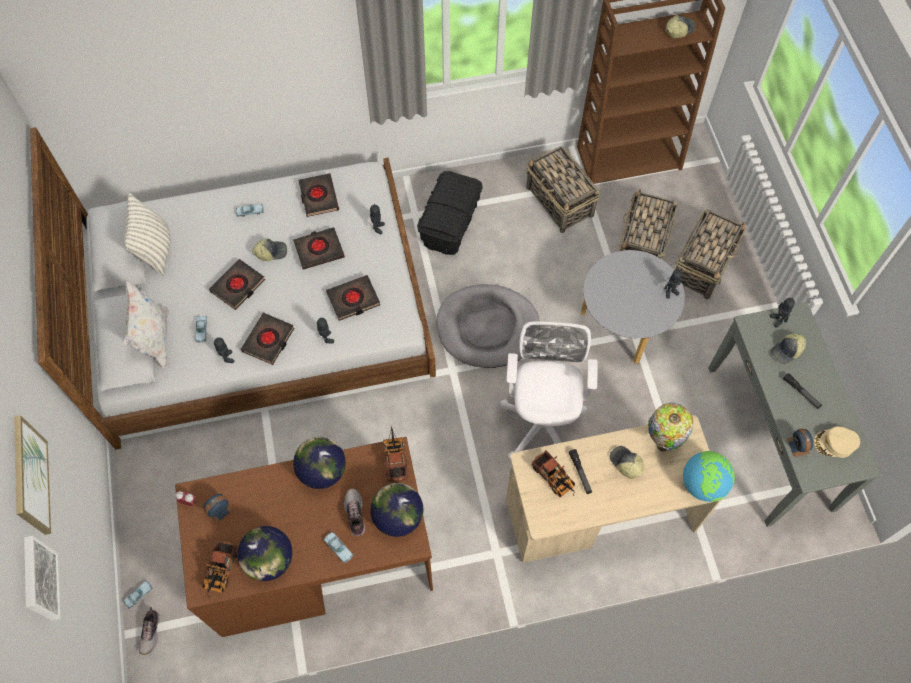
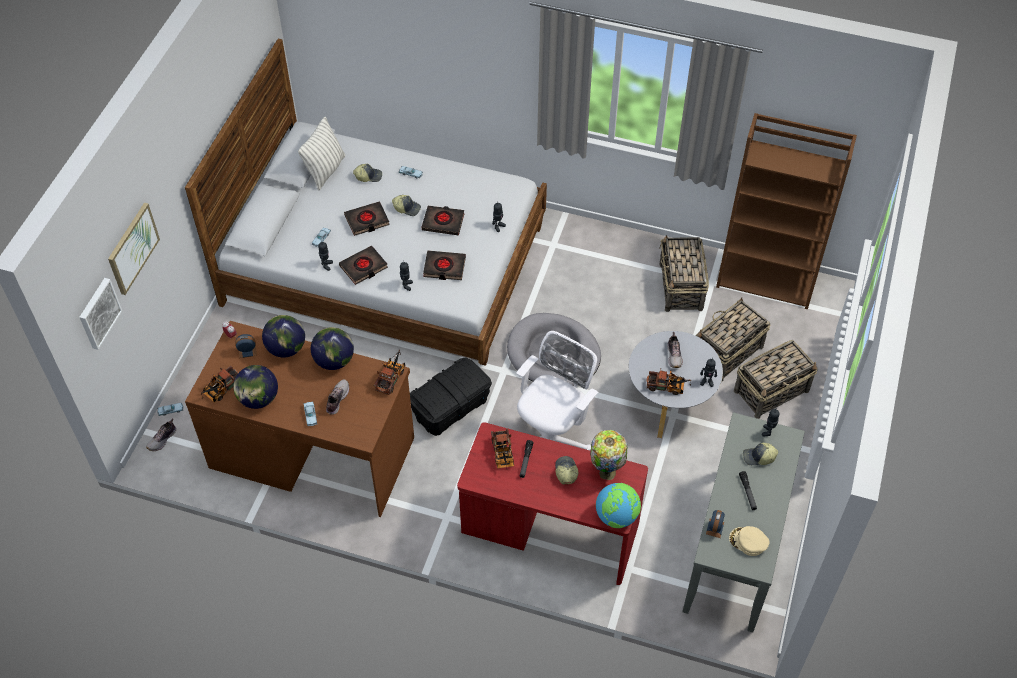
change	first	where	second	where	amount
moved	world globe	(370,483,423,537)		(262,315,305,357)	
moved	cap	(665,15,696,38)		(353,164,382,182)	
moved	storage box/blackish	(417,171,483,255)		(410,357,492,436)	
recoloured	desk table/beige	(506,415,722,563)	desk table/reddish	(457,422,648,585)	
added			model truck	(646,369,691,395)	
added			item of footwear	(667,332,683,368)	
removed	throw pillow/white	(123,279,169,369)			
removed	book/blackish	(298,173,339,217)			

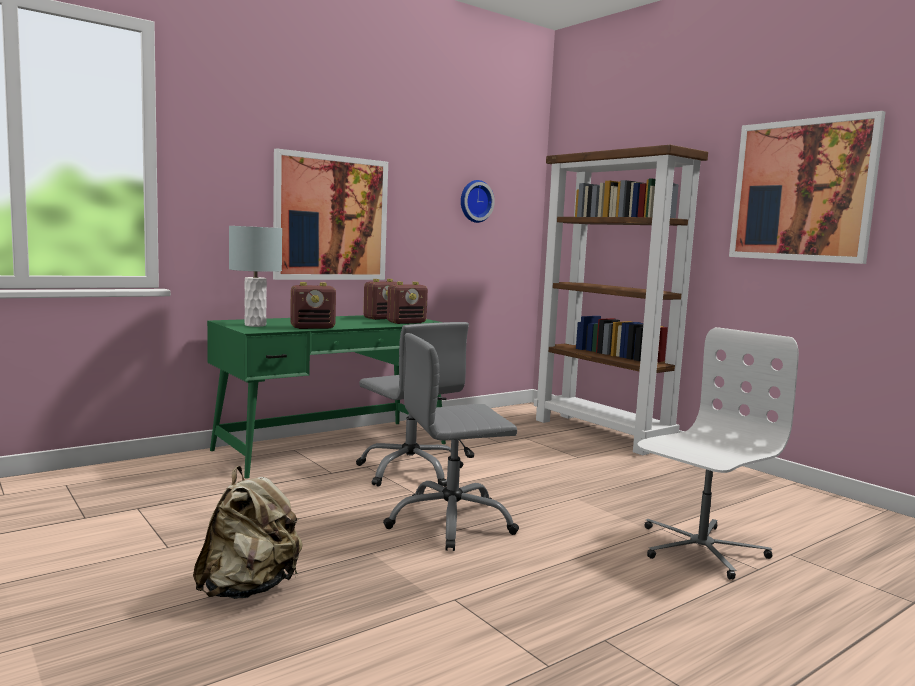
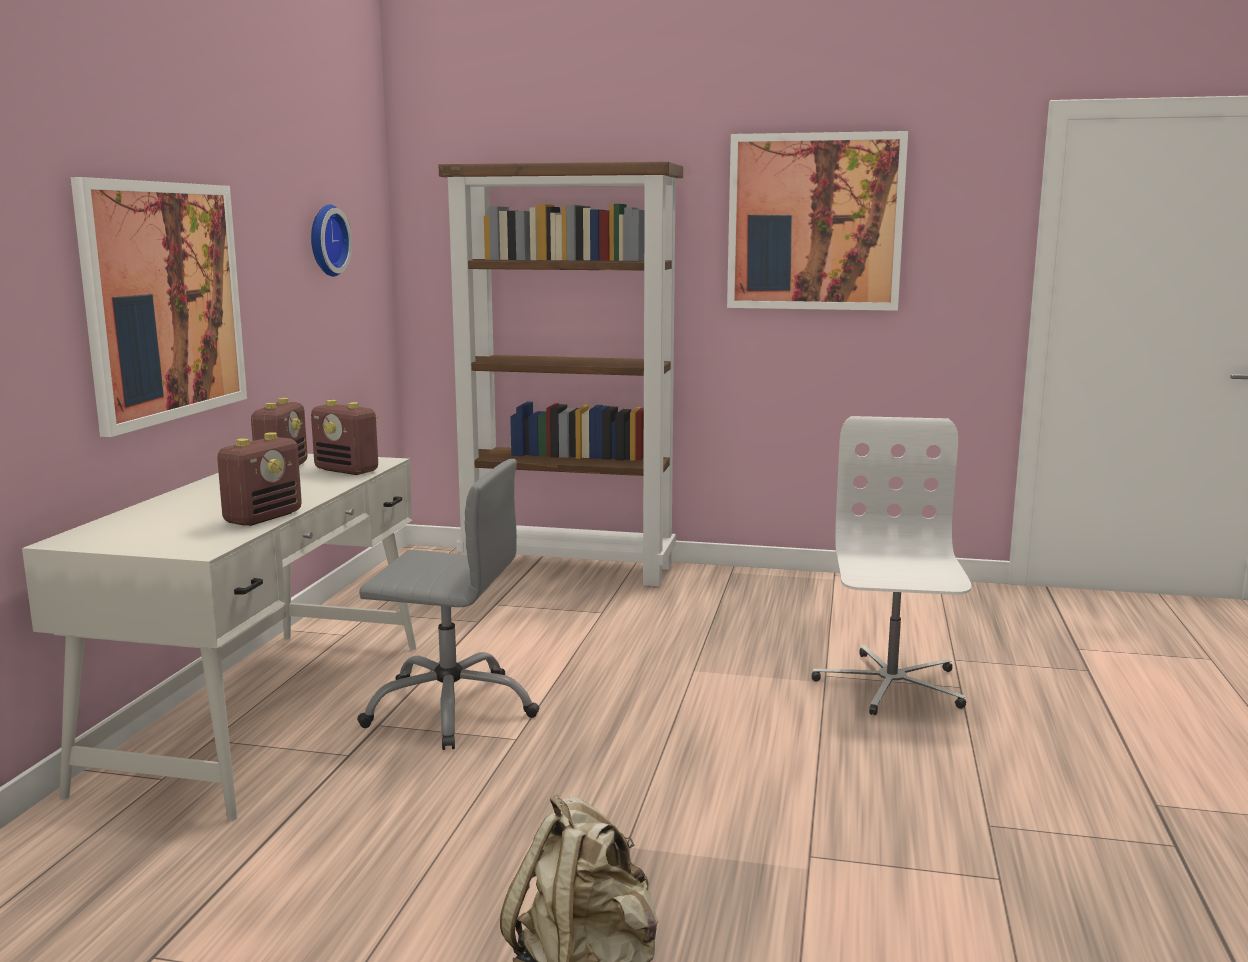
change	first	where	second	where	amount
recoloured	desk table/green-coloured	(207,315,446,479)	desk table/white	(22,454,416,821)	
turned	radio	(387,282,428,324)		(311,400,378,475)	105 degrees clockwise
removed	table lamp/grey	(229,226,282,327)			
removed	office chair/grey	(383,333,519,551)			

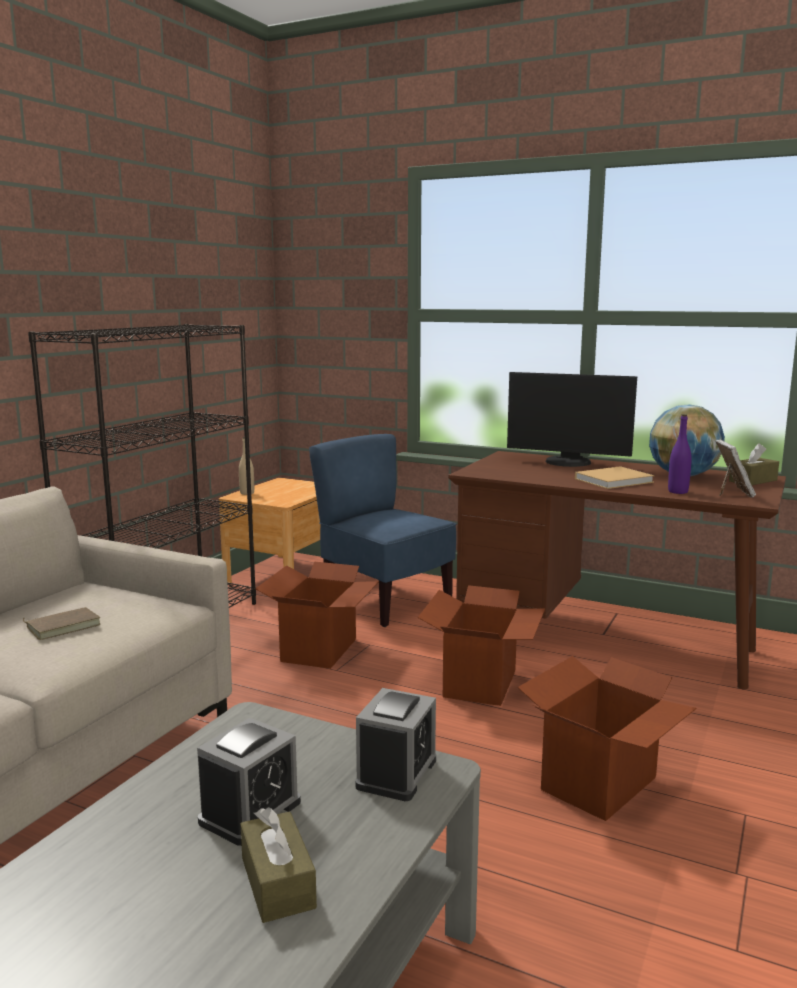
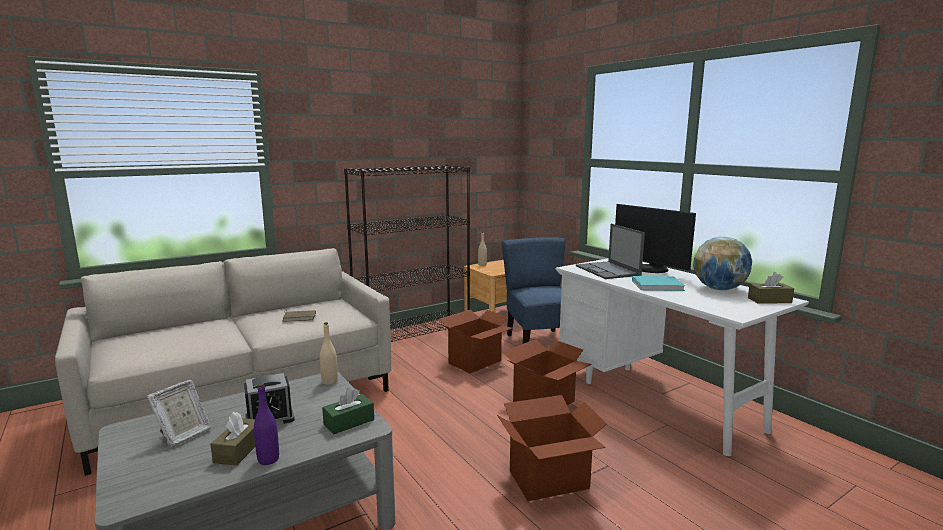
change	first	where	second	where	amount
moved	picture frame	(715,439,756,497)		(147,380,211,447)	
moved	drink bottle/purple	(668,414,692,494)		(254,383,279,465)	
added			drink bottle/beige	(320,322,338,385)	
replaced	table clock	(355,688,436,801)	box of tissues/green-coloured	(322,388,374,435)	
recoloured	desk table/brown	(448,451,786,689)	desk table/white	(556,258,809,456)	
added			notebook computer	(576,224,645,279)	
recoloured	book/beige	(575,466,655,489)	book/blue-green	(632,276,685,291)	

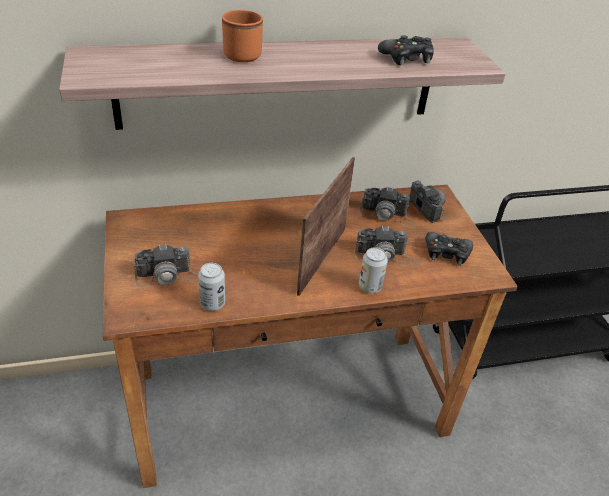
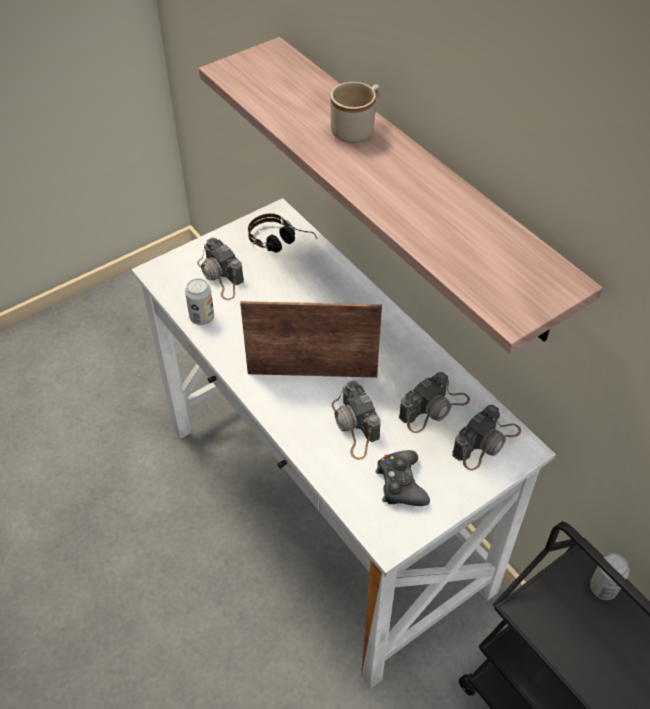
change	first	where	second	where	amount
recoloured	desk table/brown	(103,185,518,488)	desk table/white	(131,198,556,689)	
added			pair of headphones	(248,213,317,253)	
recoloured	tea mug/orange-coloured	(222,10,263,62)	tea mug/beige	(330,82,380,143)	
turned	still camera	(359,186,416,228)		(399,372,470,433)	120 degrees counterclockwise
moved	sealed can	(359,247,388,293)		(590,554,629,600)	
removed	gamepad/blackish	(378,35,434,65)			

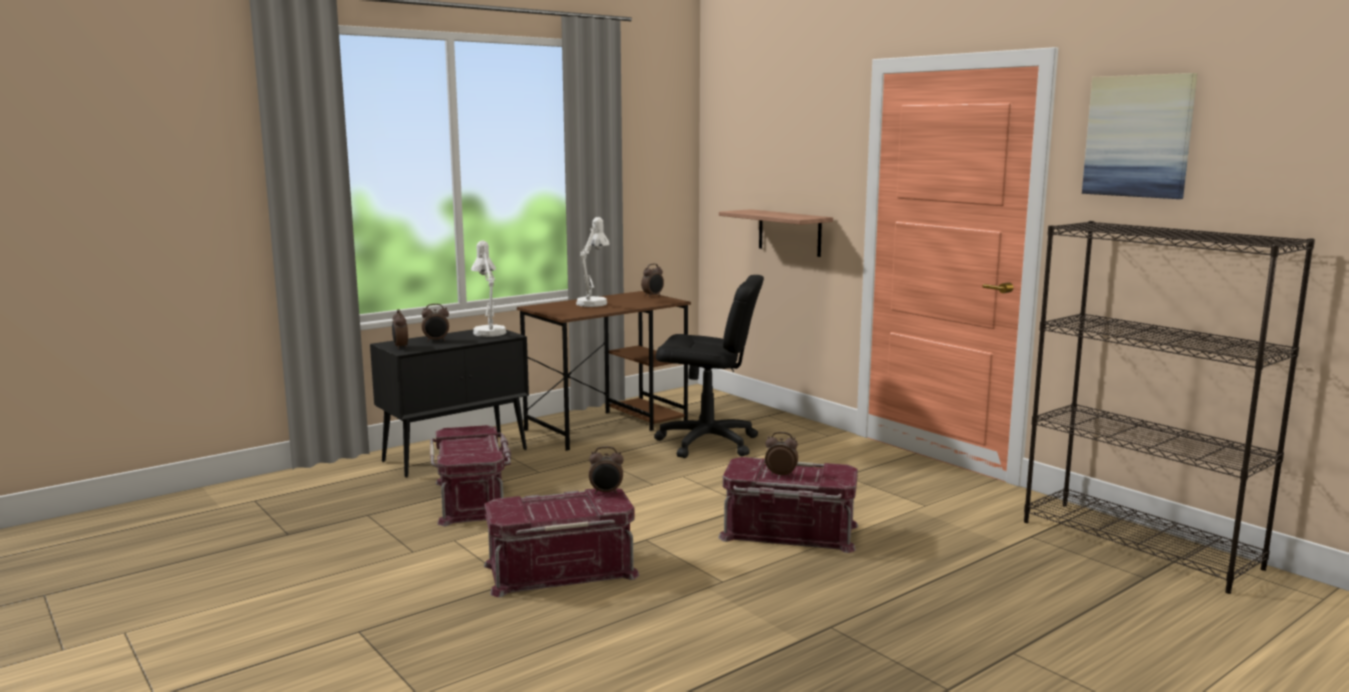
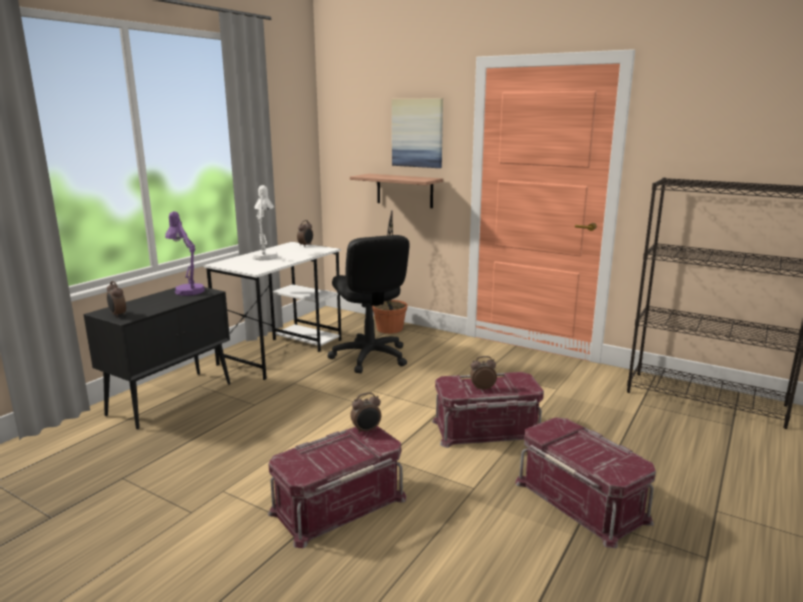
change	first	where	second	where	amount
recoloured	table lamp/white	(471,240,506,337)	table lamp/purple	(165,211,205,296)	
recoloured	desk table/brown	(517,291,691,451)	desk table/white	(203,242,341,380)	
turned	office chair/blackish	(654,275,764,458)		(328,235,410,373)	75 degrees clockwise
added			houseplant	(372,210,408,334)	
moved	wall picture	(1082,73,1197,199)		(392,98,443,168)	
moved	storage box/reddish	(430,425,511,526)		(516,417,656,548)	
removed	table clock	(422,304,449,342)			

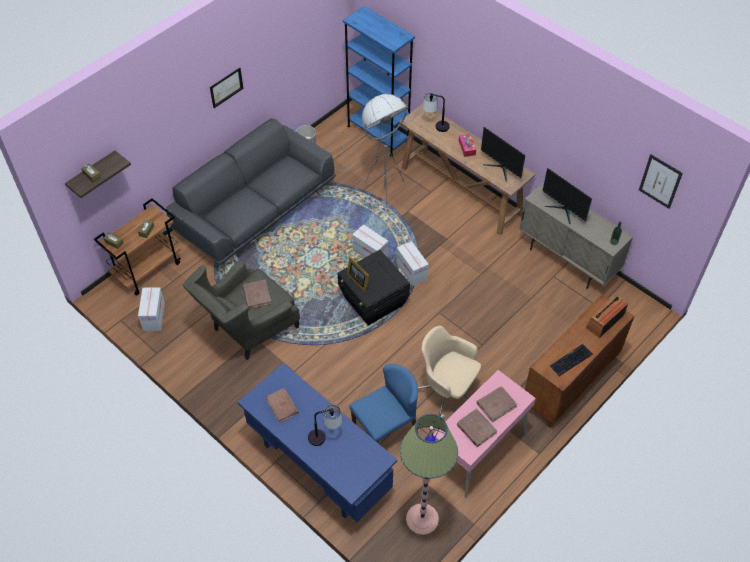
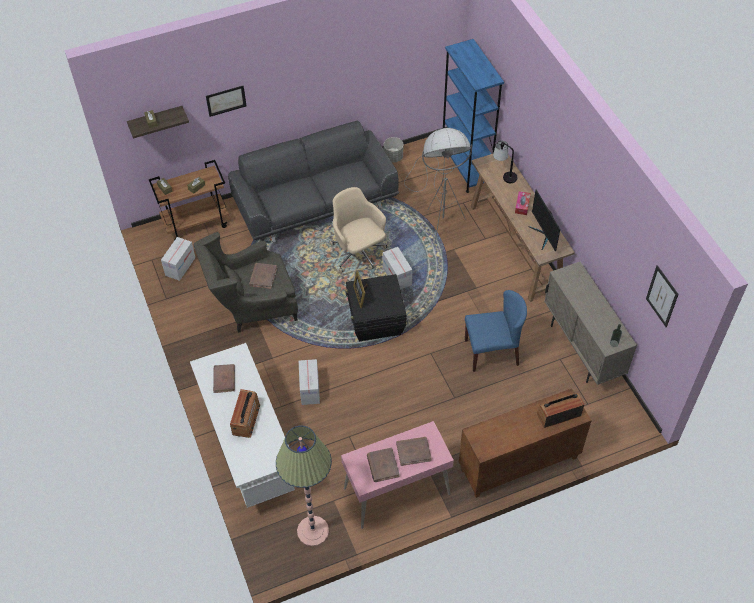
change	first	where	second	where	amount
recoloured	desk table/blue	(238,363,397,522)	desk table/white	(190,343,295,508)	
moved	wall picture	(210,68,243,108)		(206,86,247,117)	
replaced	table lamp	(308,405,342,446)	radio	(230,389,260,438)	
moved	cardboard box	(396,241,429,286)		(299,359,320,405)	
moved	office chair/beige	(418,326,481,419)		(329,187,388,273)	
moved	upright chair/blue	(349,364,418,444)		(465,290,527,372)	
removed	computer display	(542,168,592,225)			
removed	keyboard	(550,344,593,376)			

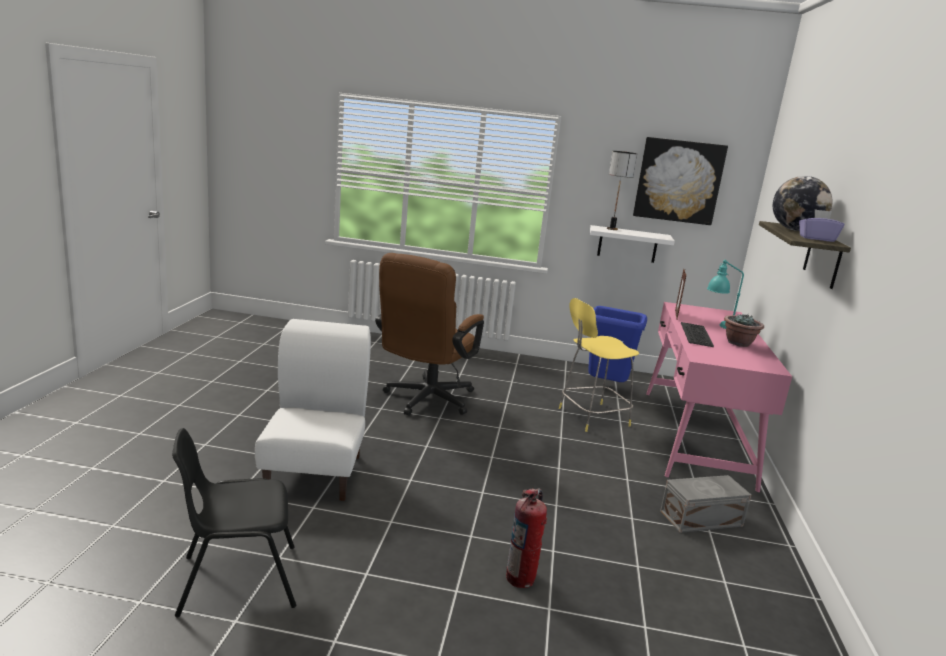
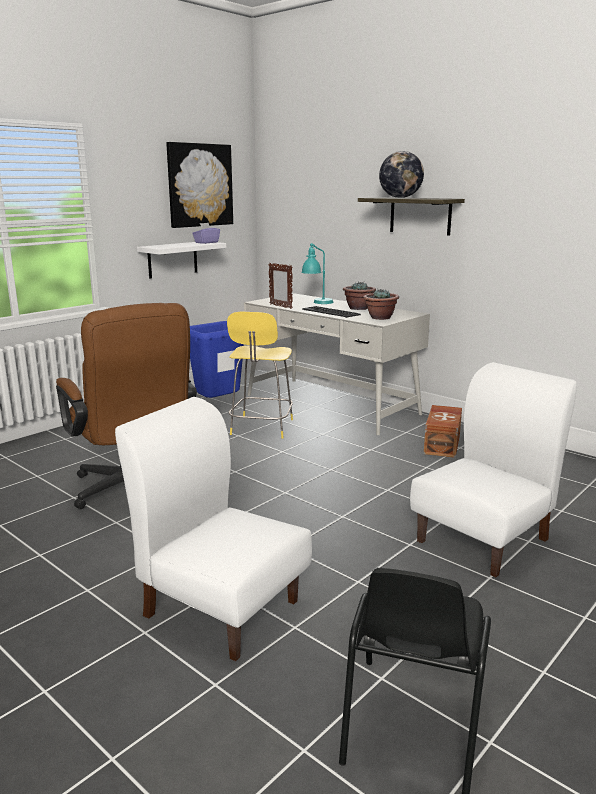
change	first	where	second	where	amount
moved	box of tissues/purple	(799,209,845,242)		(192,223,220,244)	
recoloured	desk table/pink-coloured	(646,302,792,492)	desk table/white	(244,293,430,435)	
added			houseplant	(363,289,399,320)	
replaced	fire-fighting cylinder	(506,488,547,588)	upright chair/white	(410,362,577,577)	
recoloured	storage box/grey	(660,475,751,533)	storage box/brown	(424,405,462,458)	
removed	table lamp	(607,151,637,230)			

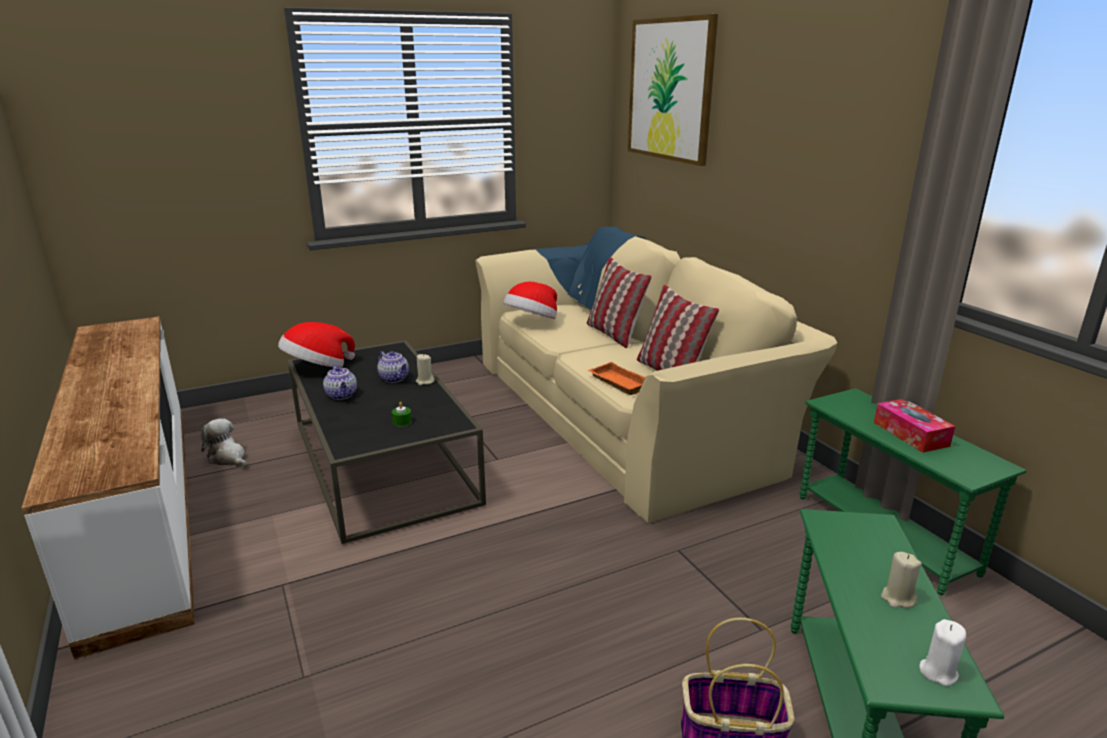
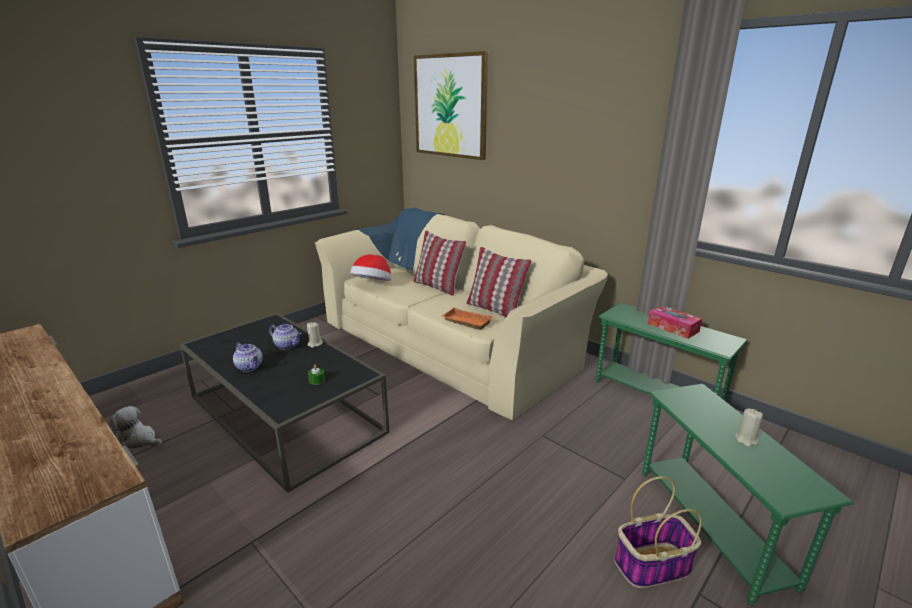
change	first	where	second	where	amount
removed	clothing hat	(278,322,355,367)			
removed	candle/white	(920,619,966,686)			

